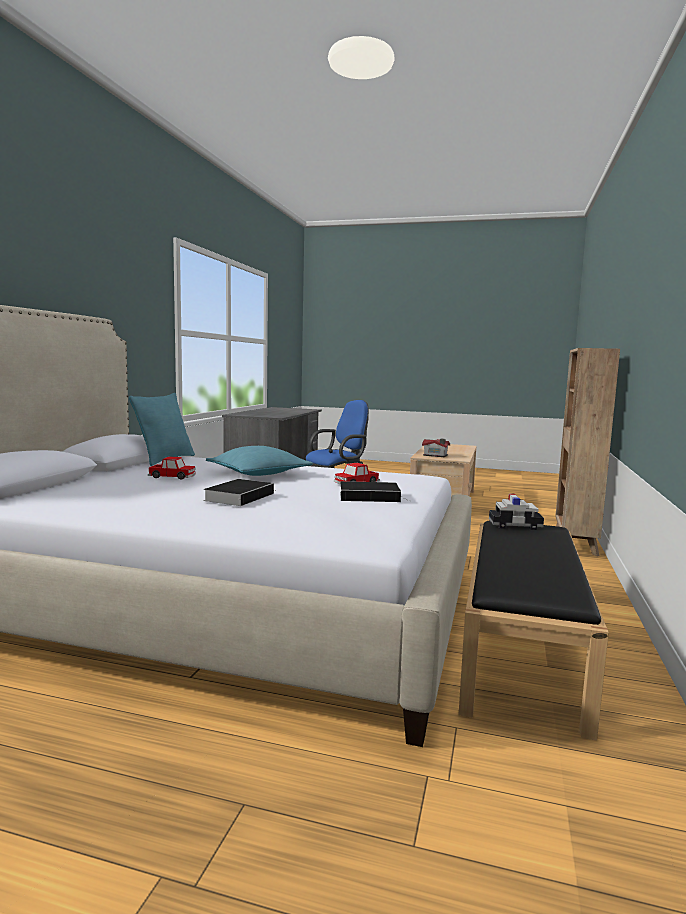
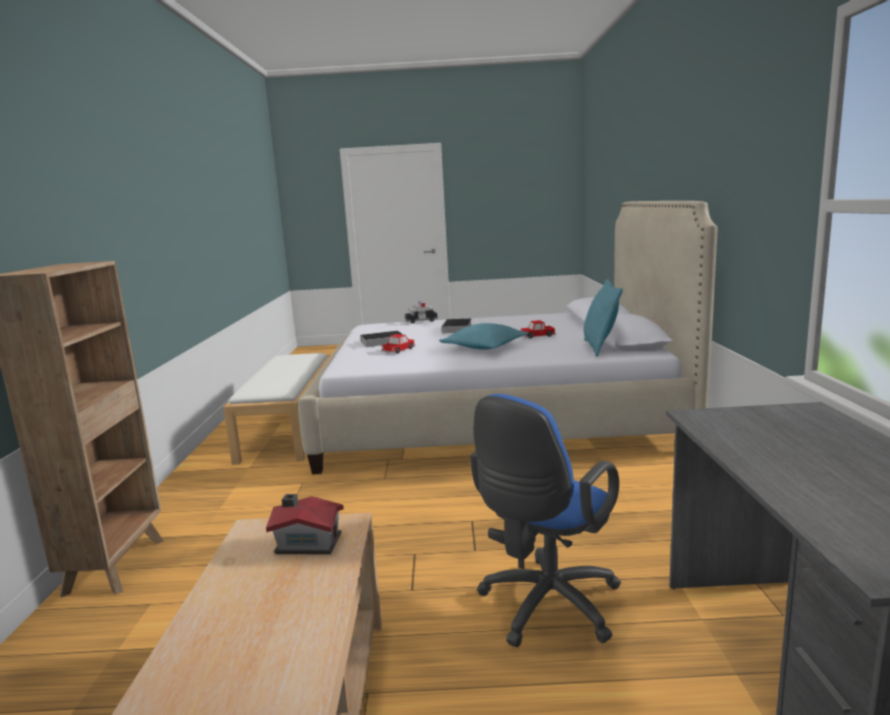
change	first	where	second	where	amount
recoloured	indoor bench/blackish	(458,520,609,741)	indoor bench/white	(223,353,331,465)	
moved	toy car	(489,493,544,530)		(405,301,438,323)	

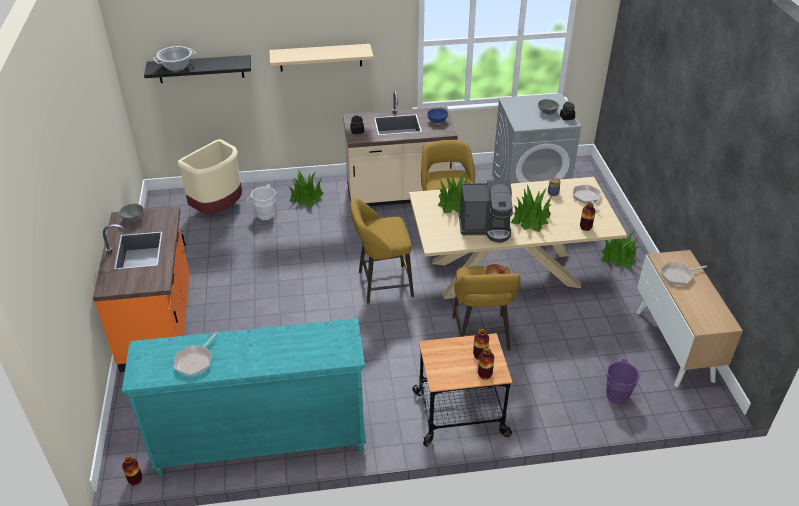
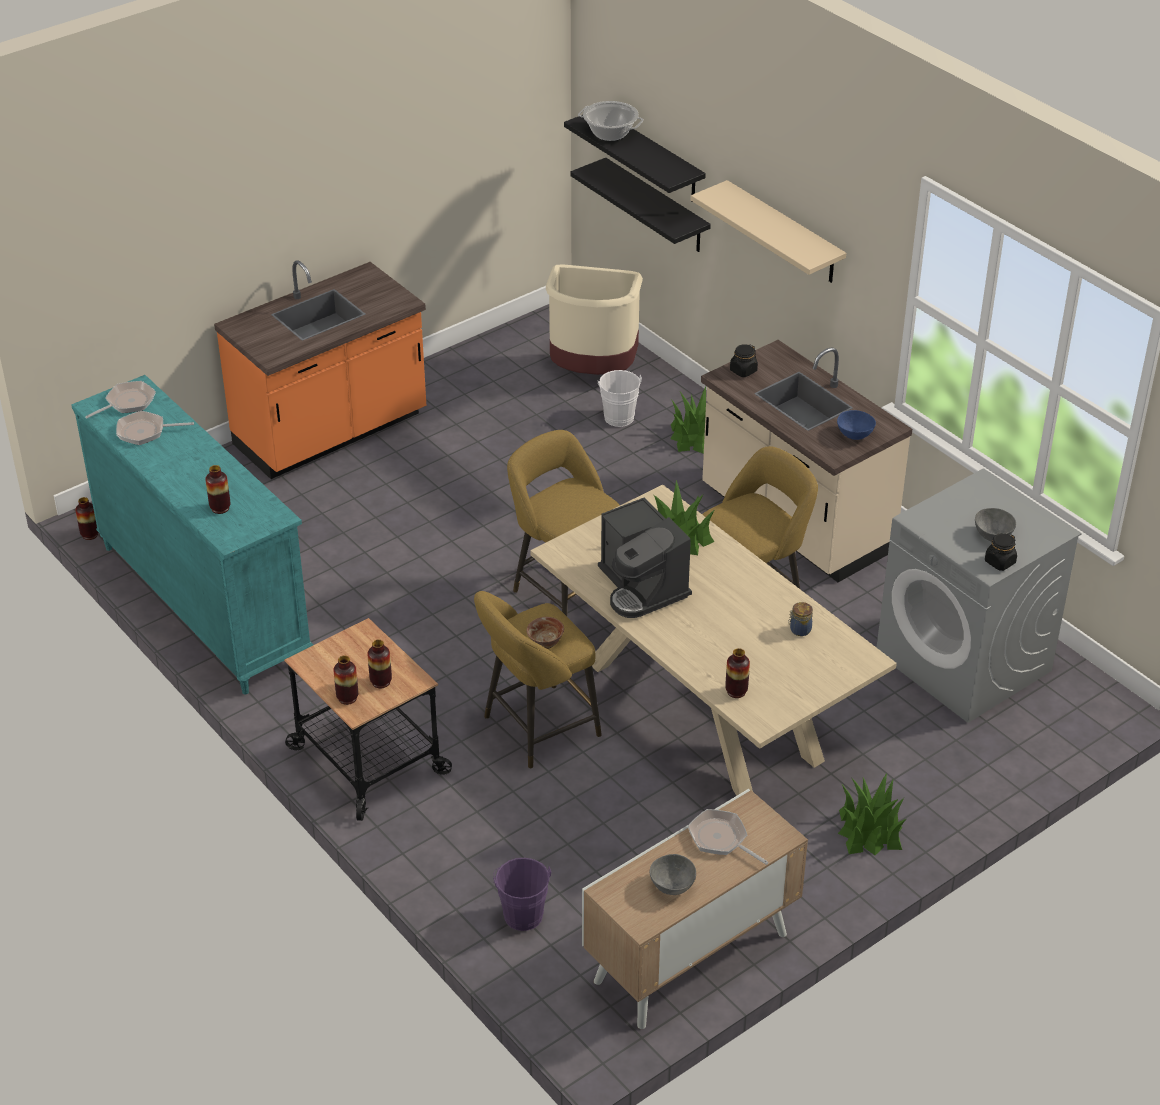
change	first	where	second	where	amount
moved	frying pan	(573,185,600,212)		(85,381,156,418)	
added			vase	(205,465,231,514)	
added			bracket shelf/blackish	(571,158,711,252)	
moved	deep dish/grey	(119,204,144,222)		(650,854,696,895)	
removed	houseplant	(511,184,552,232)			

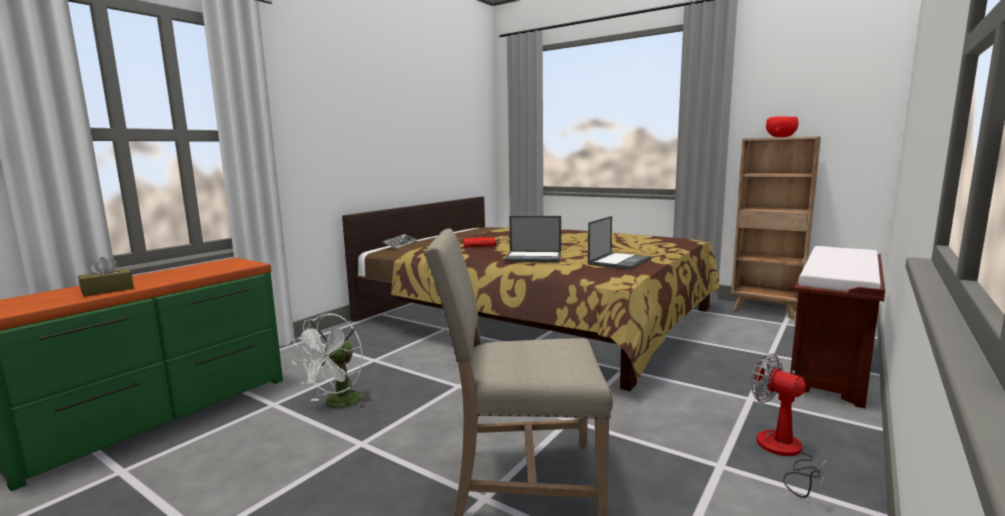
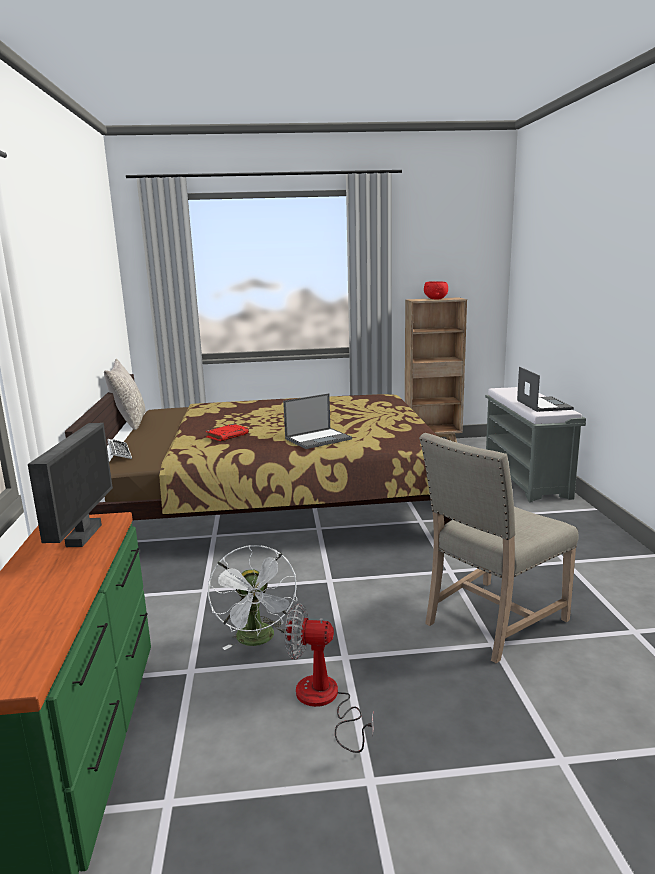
change	first	where	second	where	amount
added			computer display	(28,423,113,547)	
added			throw pillow/grey	(104,359,145,430)	
moved	cooling fan	(751,353,827,498)		(285,603,374,753)	
recoloured	indoor bench/brown	(790,246,885,408)	indoor bench/grey	(485,387,586,502)	
moved	notebook computer	(588,216,651,270)		(517,367,574,412)	
removed	box of tissues/brown	(78,257,134,297)			

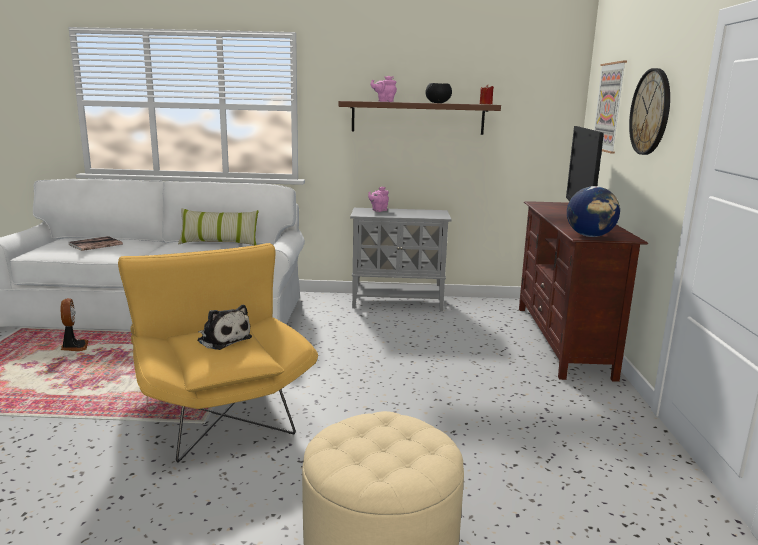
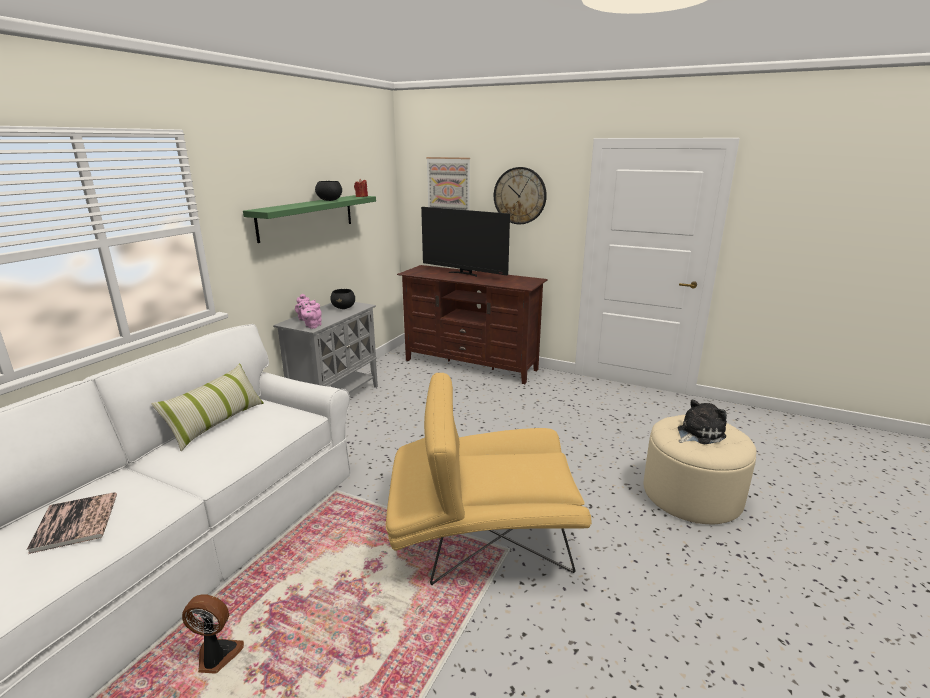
change	first	where	second	where	amount
recoloured	bracket shelf/brown	(338,101,501,135)	bracket shelf/green-coloured	(243,195,376,243)	
moved	pot for tea/pink-coloured	(370,76,397,102)		(301,300,322,329)	
added			deep dish/blackish	(330,289,355,309)	
moved	soft toy	(197,305,252,350)		(677,400,727,444)	
removed	world globe	(567,186,620,237)			

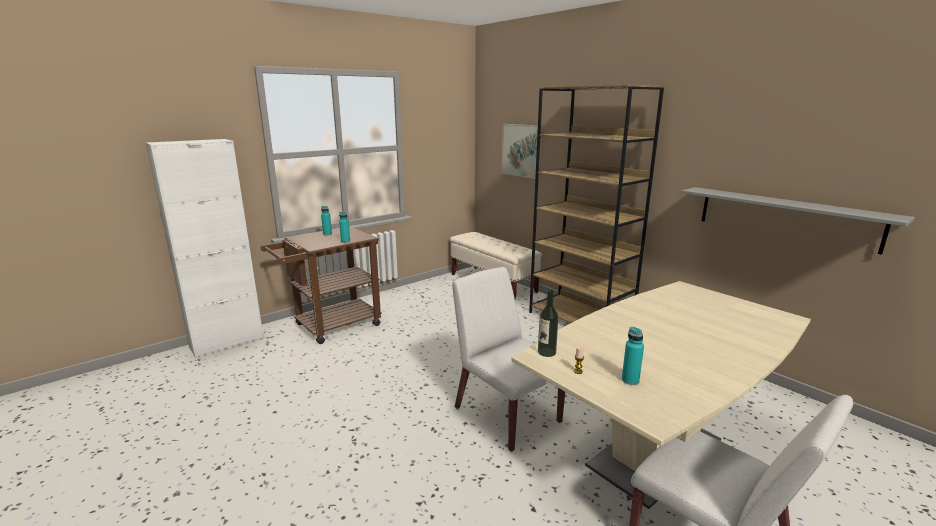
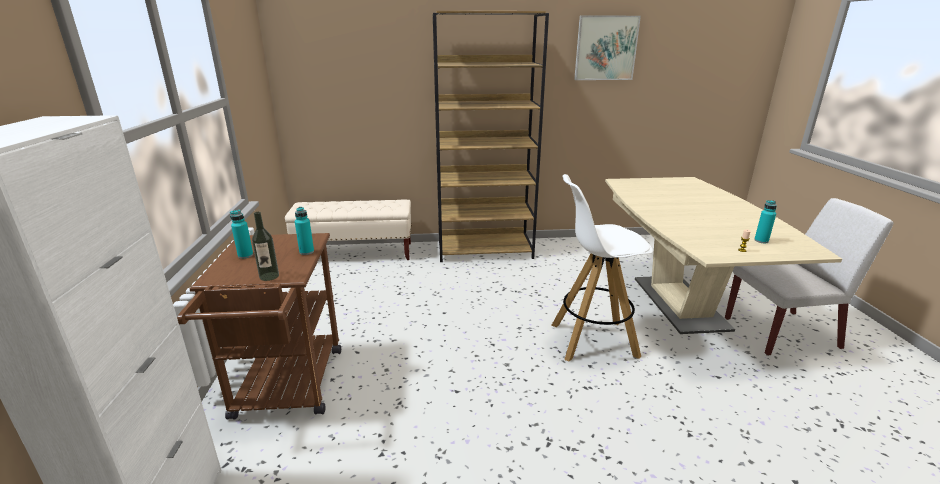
change	first	where	second	where	amount
moved	drink bottle	(538,290,559,357)		(252,212,279,281)	
replaced	upright chair/white	(452,267,565,452)	stool/white	(551,174,653,362)	
moved	wall picture	(502,124,542,179)		(574,16,641,80)	
removed	bracket shelf/grey	(681,187,915,255)			

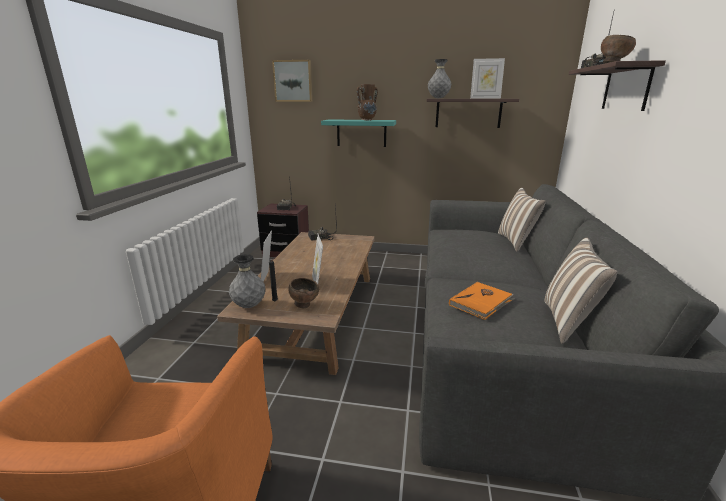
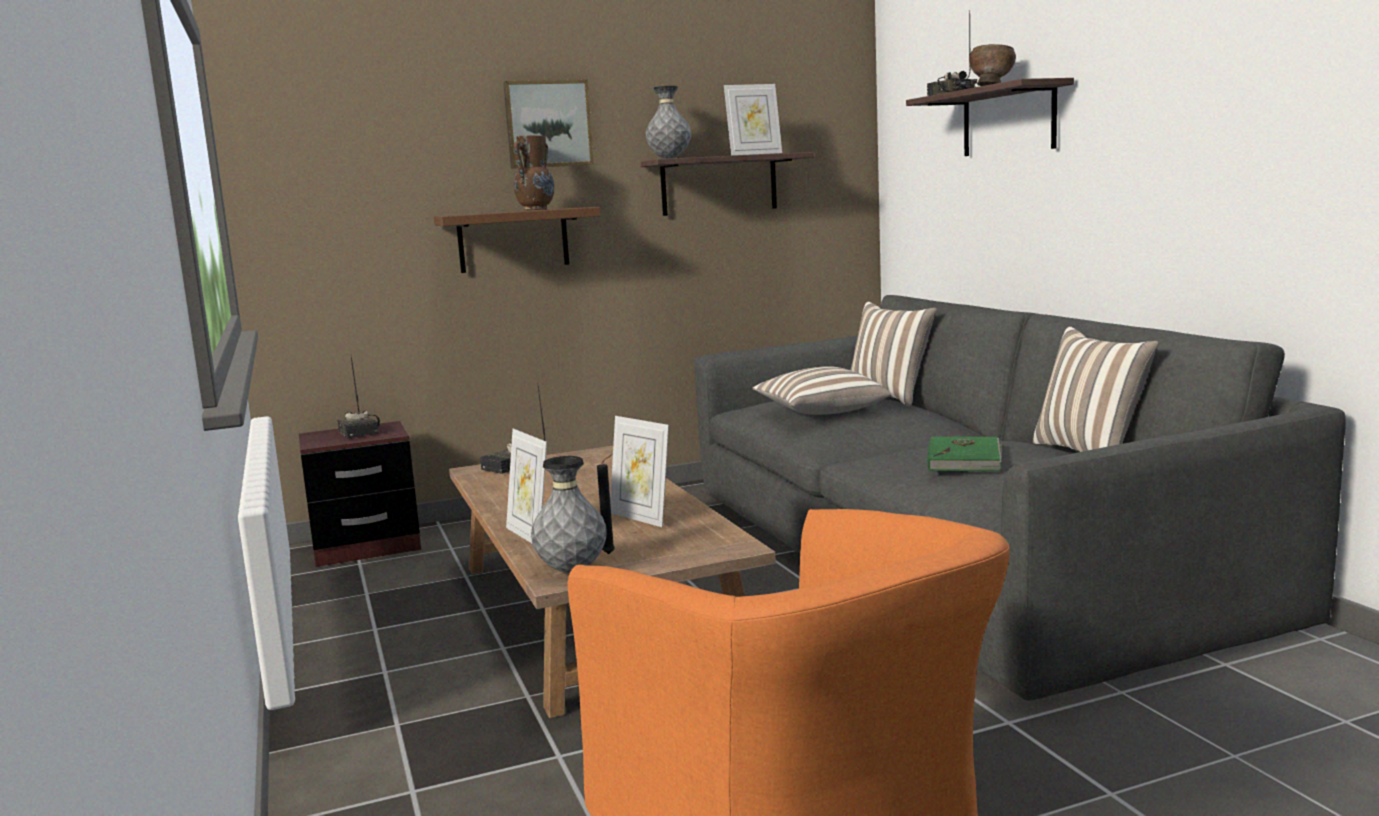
change	first	where	second	where	amount
recoloured	bracket shelf/blue-green	(321,119,396,147)	bracket shelf/brown	(434,207,601,273)	
moved	wall picture	(272,60,313,102)		(503,79,594,169)	
added			throw pillow	(753,366,891,415)	
recoloured	book/orange-coloured	(449,282,515,320)	book/green-coloured	(927,436,1003,471)	
removed	deep dish/brown	(288,278,319,308)			

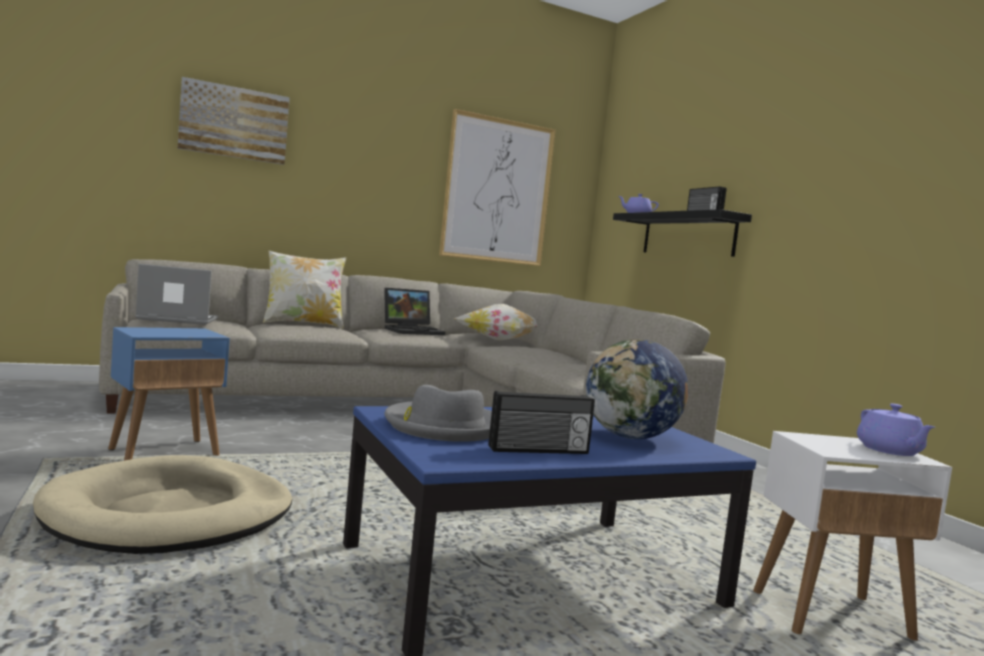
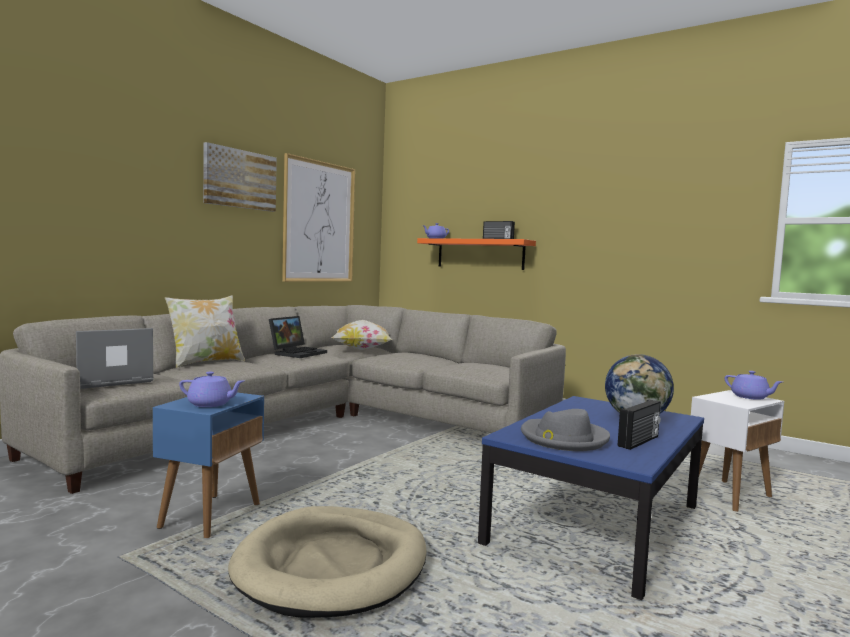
change	first	where	second	where	amount
added			pot for tea/purple	(179,372,244,407)	
moved	wall picture	(178,77,290,165)		(203,142,277,212)	
recoloured	bracket shelf/blackish	(613,209,752,257)	bracket shelf/orange-coloured	(417,238,536,270)	

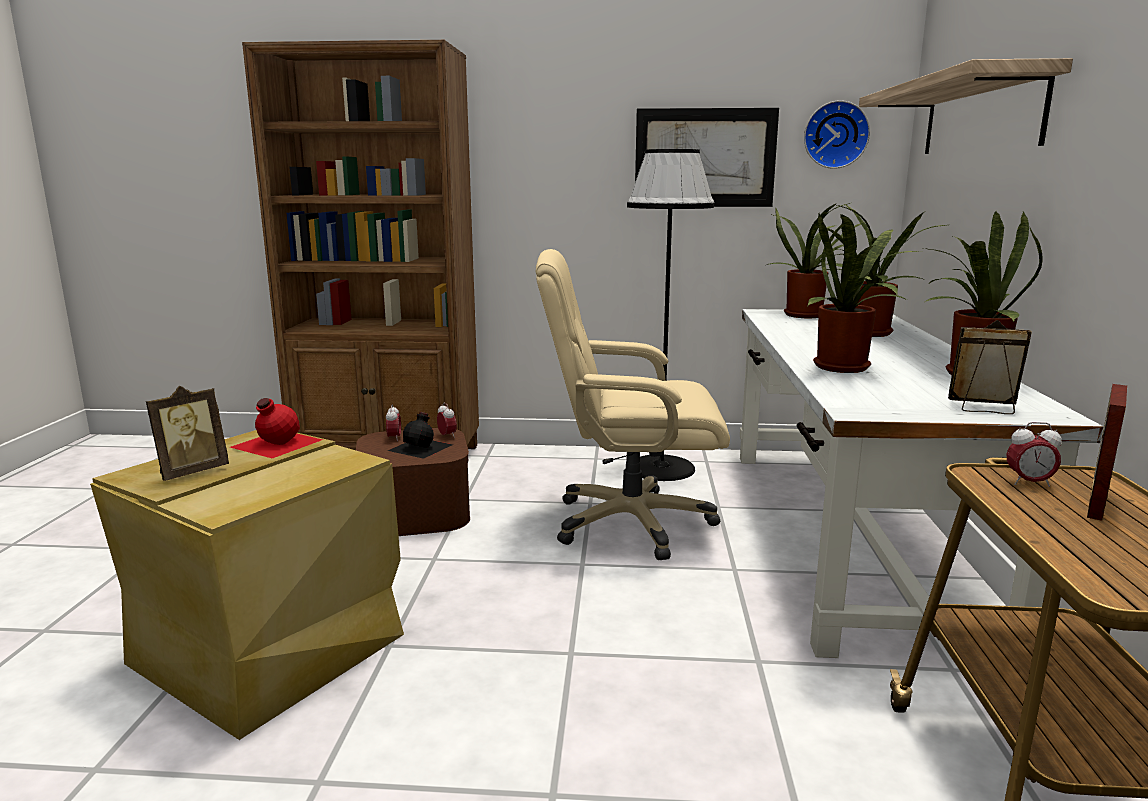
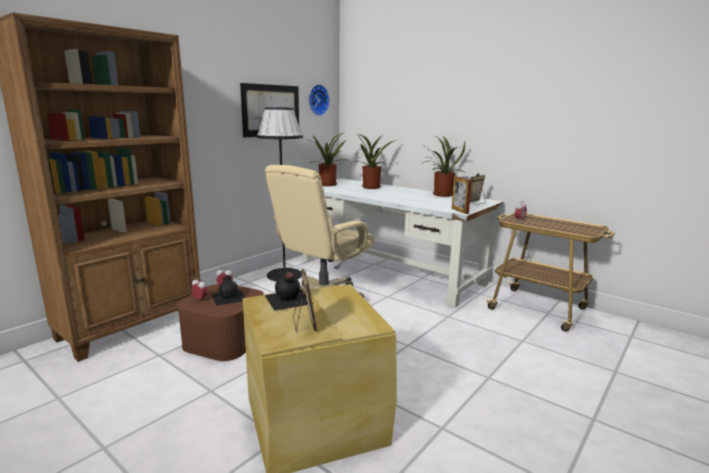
change	first	where	second	where	amount
recoloured	drink bottle/reddish	(230,398,323,458)	drink bottle/blackish	(265,272,313,311)	
moved	picture frame	(1087,384,1127,521)		(452,176,472,214)	
removed	houseplant	(807,214,918,373)			
removed	bracket shelf	(859,58,1073,154)			

